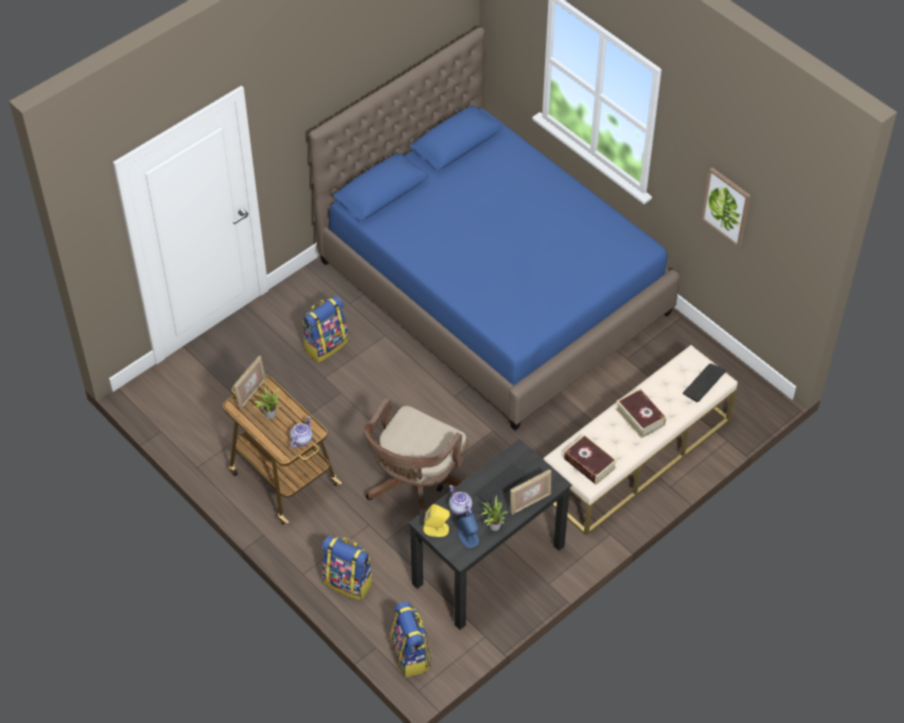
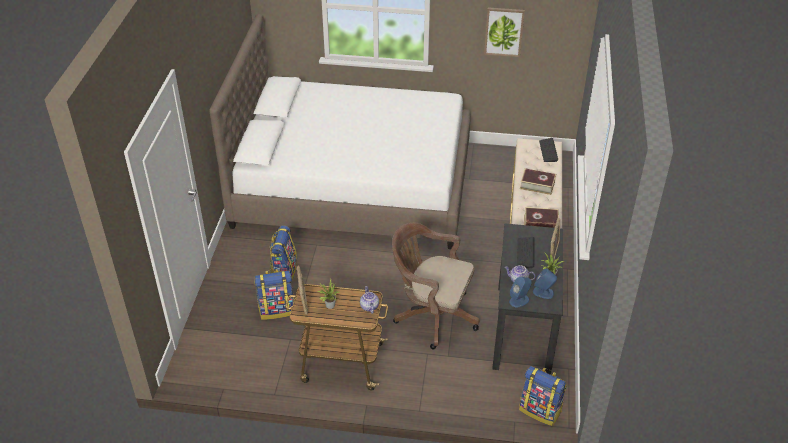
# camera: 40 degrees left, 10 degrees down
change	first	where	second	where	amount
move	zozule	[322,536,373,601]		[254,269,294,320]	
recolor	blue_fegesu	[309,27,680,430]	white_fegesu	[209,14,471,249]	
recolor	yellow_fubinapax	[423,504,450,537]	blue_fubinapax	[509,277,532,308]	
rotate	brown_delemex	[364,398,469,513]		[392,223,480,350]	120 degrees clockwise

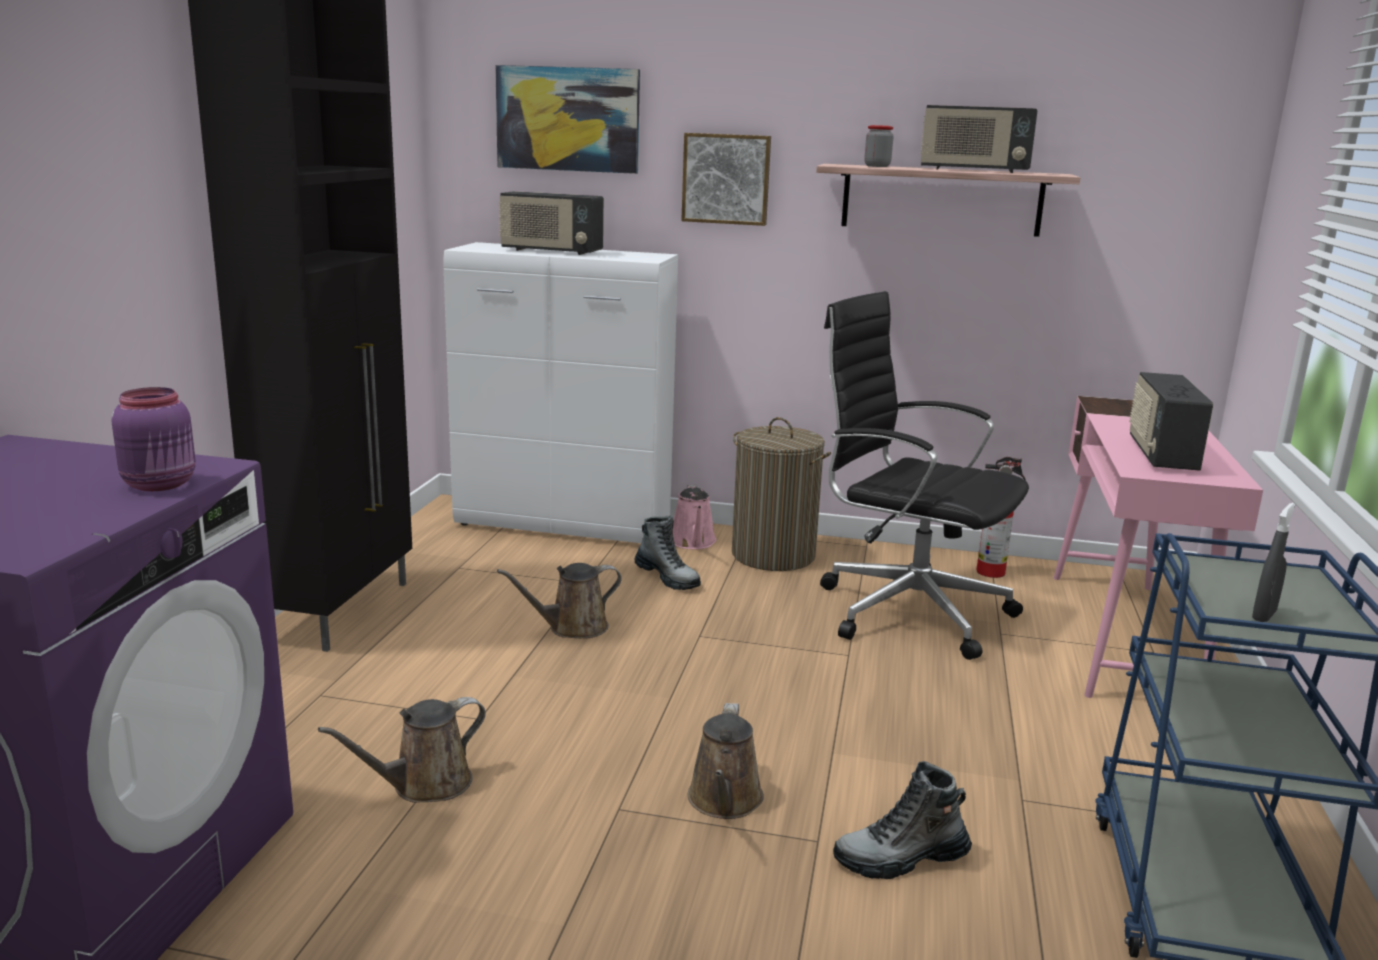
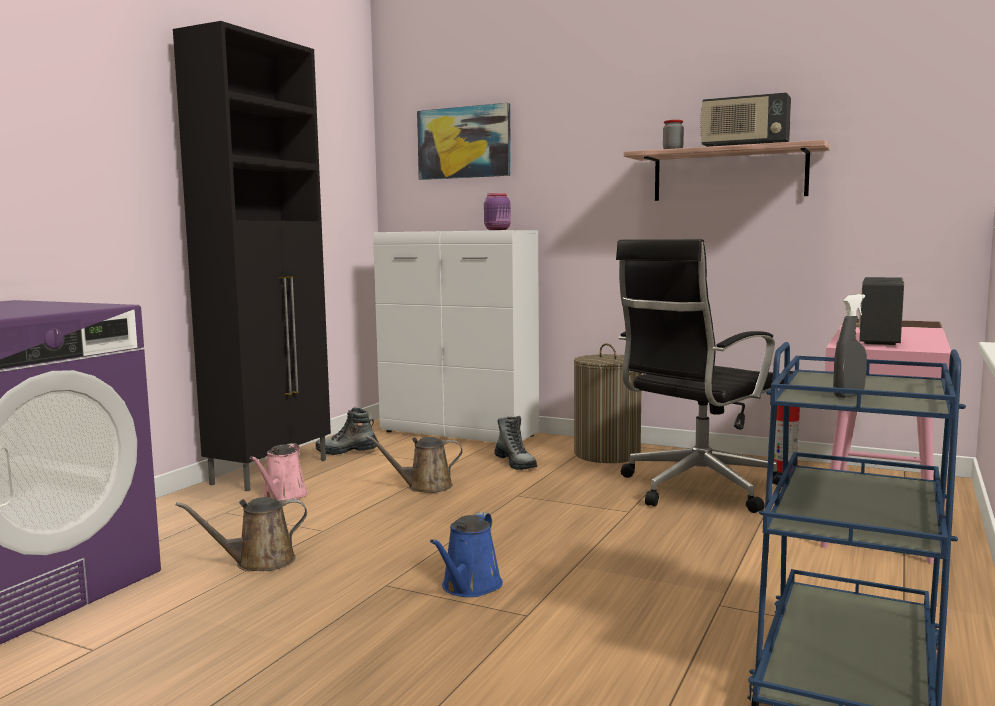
# camera: 15 degrees right, 10 degrees down
change	first	where	second	where	amount
delete	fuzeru	[499,191,604,255]			
delete	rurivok	[681,133,771,226]			
move	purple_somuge	[112,387,196,491]		[484,193,511,230]	
move	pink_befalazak	[673,485,716,549]		[250,443,308,501]	
move	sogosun	[833,761,972,879]		[316,407,378,455]	
recolor	brown_befalazak	[688,703,764,819]	blue_befalazak	[430,512,503,597]	
rotate	black_delemex	[820,291,1029,660]		[616,239,784,513]	90 degrees counterclockwise

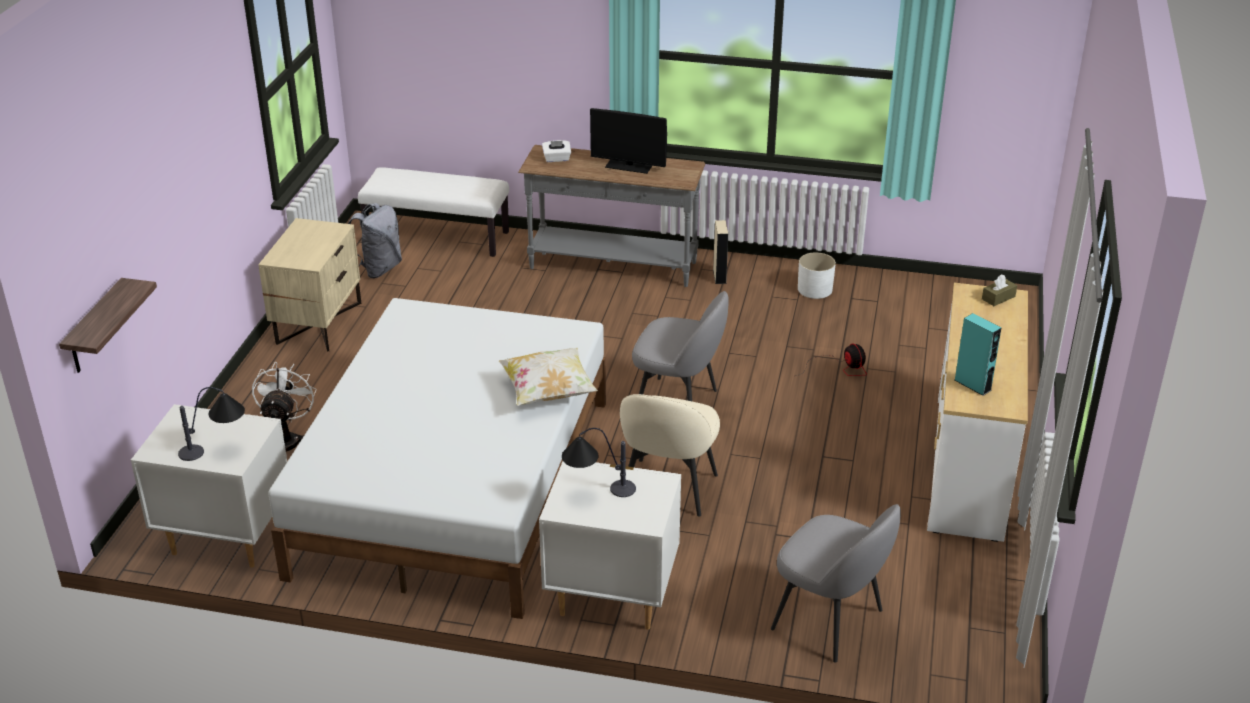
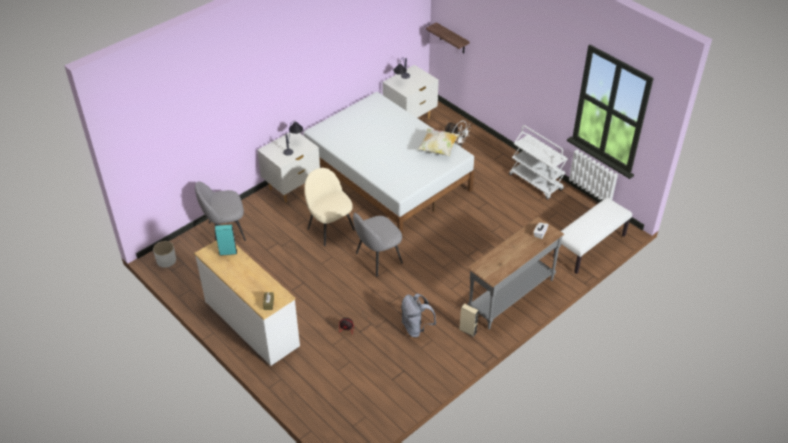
# camera: 125 degrees right, 10 degrees up
change	first	where	second	where	amount
delete	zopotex	[590,108,667,174]			
move	grey_zozule	[348,203,402,278]		[401,293,436,337]	
move	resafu	[499,348,598,406]		[418,128,460,156]	
move	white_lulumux	[798,252,836,299]		[153,241,176,268]	
replace	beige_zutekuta	[258,218,361,351]	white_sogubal	[509,125,568,200]	

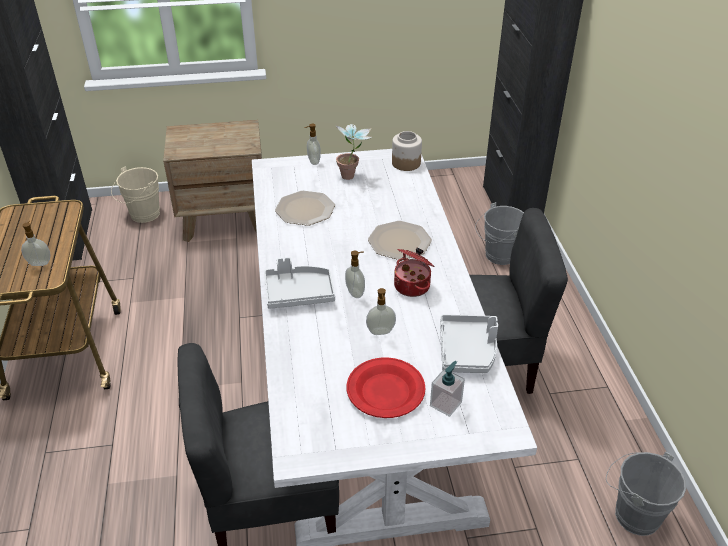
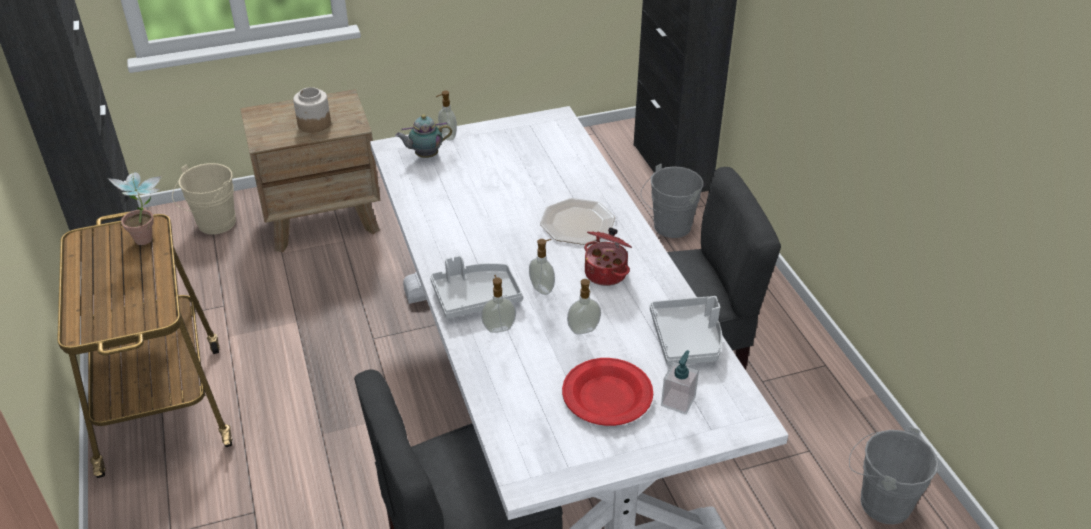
# camera: 10 degrees left, 0 degrees up
change	first	where	second	where	amount
delete	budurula	[275,191,335,226]			
insert			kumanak	[395,115,452,158]	
move	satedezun	[21,221,51,266]		[481,275,516,333]	
move	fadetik	[336,124,371,180]		[108,172,162,245]	
move	somuge	[392,131,422,171]		[293,87,331,133]	

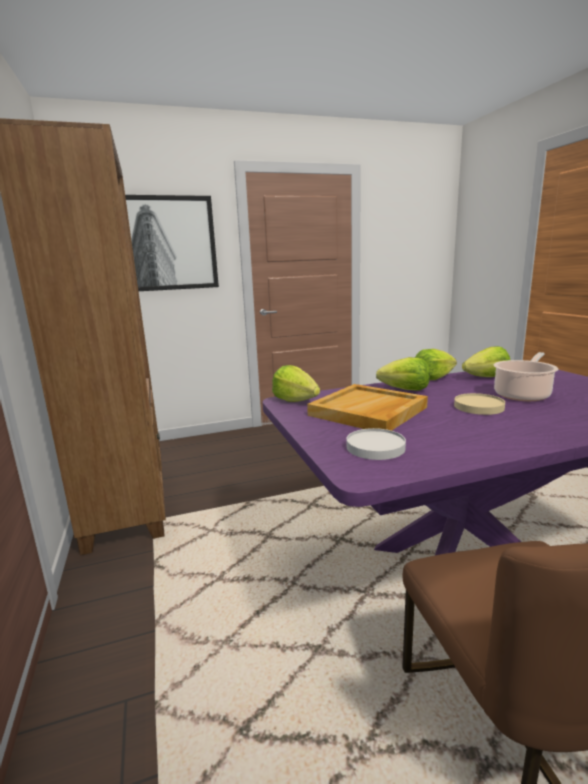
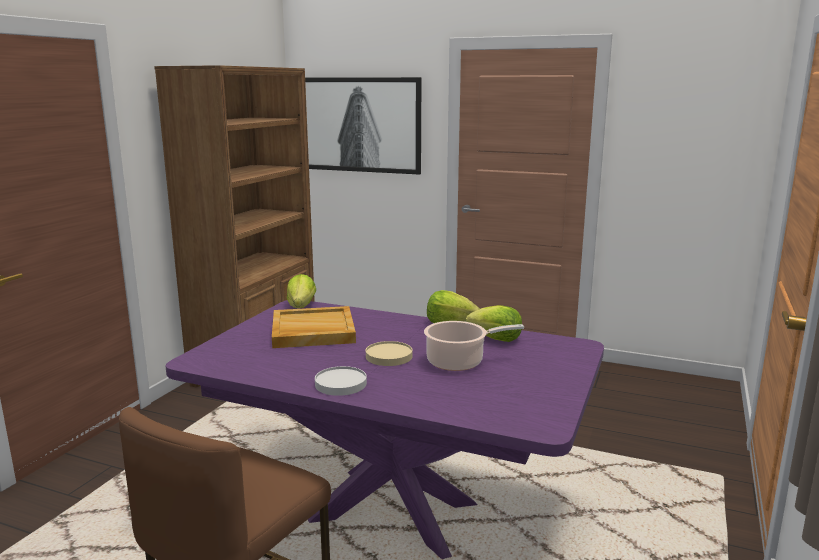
# camera: 40 degrees right, 0 degrees up
change	first	where	second	where	amount
delete	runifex	[376,357,430,391]			
move	white_budurula	[347,428,406,460]		[315,366,367,396]	

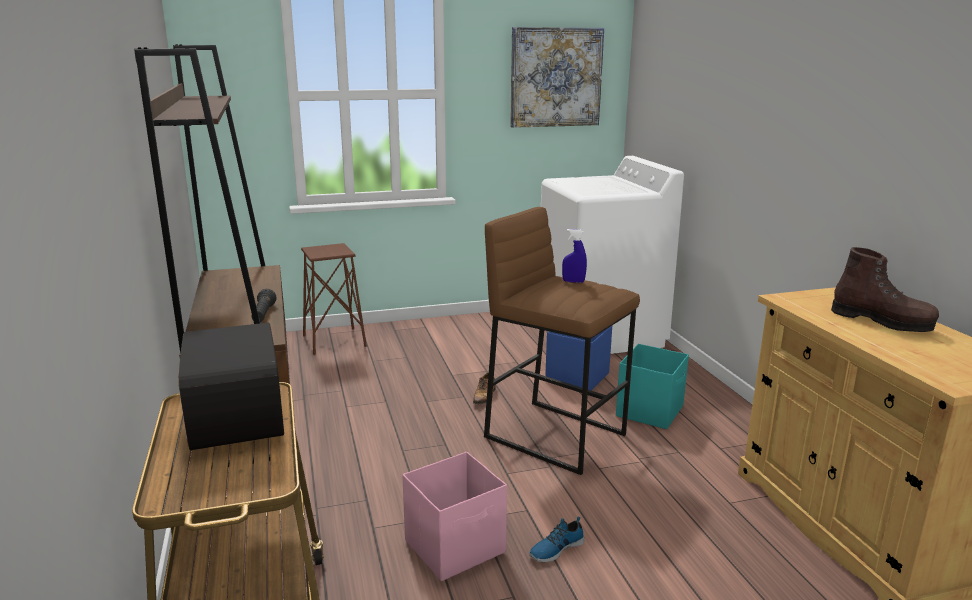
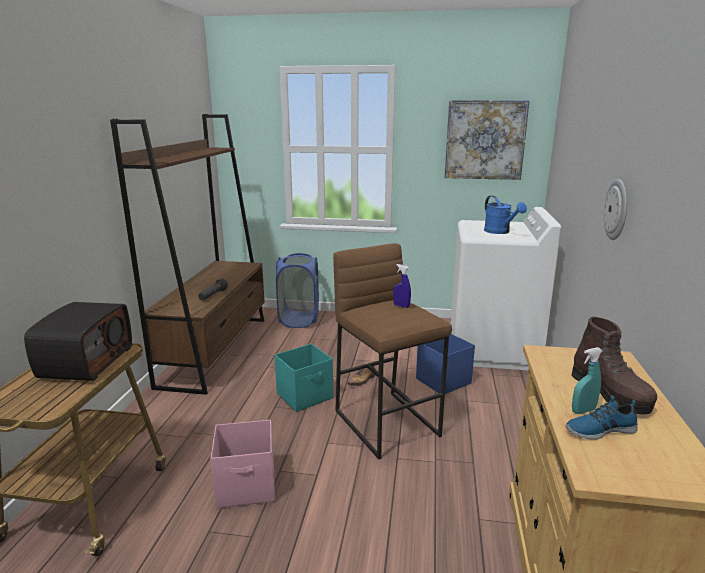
# camera: 25 degrees right, 0 degrees up
change	first	where	second	where	amount
insert			blue_befalazak	[484,196,527,234]	
insert			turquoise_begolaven	[572,347,603,414]	
insert			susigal	[604,179,627,240]	
move	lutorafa	[529,516,584,562]		[565,395,638,439]	
move	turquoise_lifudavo	[616,344,689,429]		[275,344,333,412]	
replace	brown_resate	[301,243,367,355]	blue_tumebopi	[276,253,319,328]	

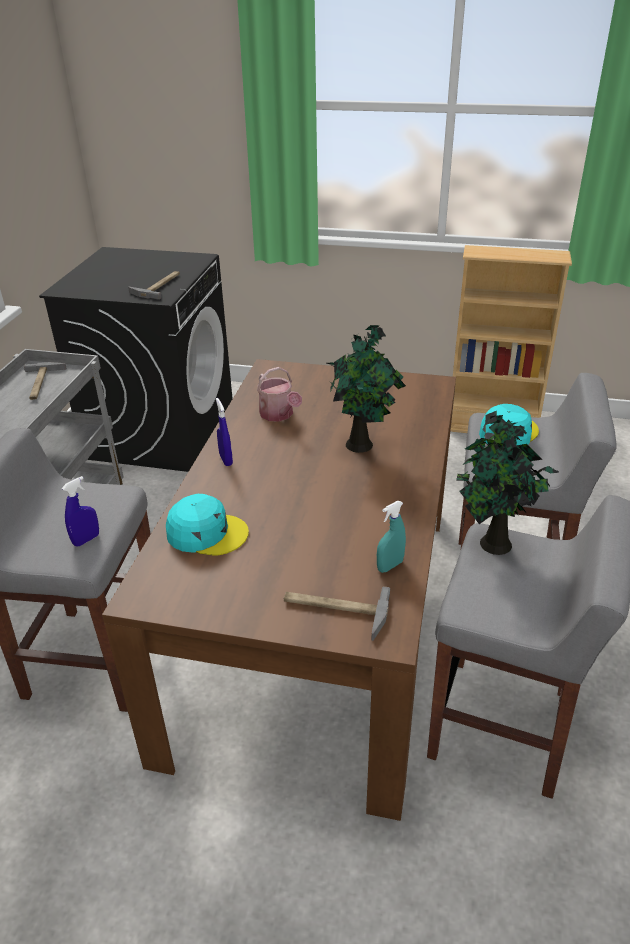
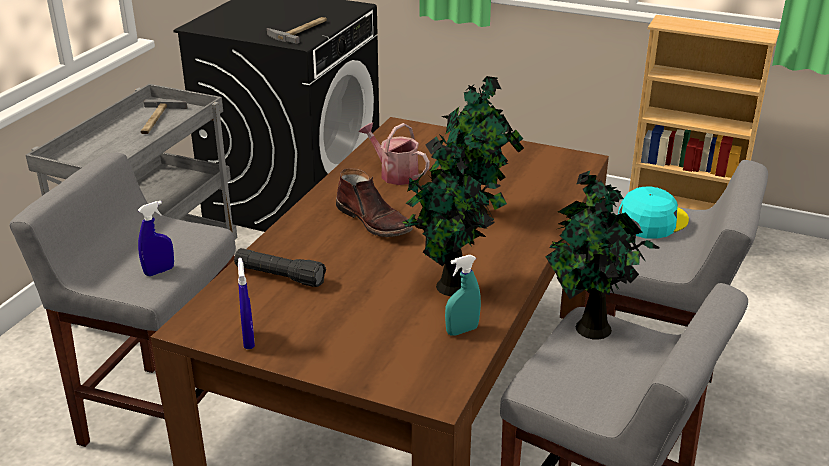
# camera: 10 degrees right, 5 degrees down
change	first	where	second	where	amount
delete	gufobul	[284,586,390,641]			
insert			brown_sogosun	[336,168,413,237]	
insert			fadetik	[402,137,507,296]	
move	blue_begolaven	[216,398,233,466]		[238,258,255,349]	
replace	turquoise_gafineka	[166,494,249,555]	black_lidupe	[234,248,326,287]	
rotate	befalazak	[257,367,302,422]		[359,123,430,185]	150 degrees clockwise

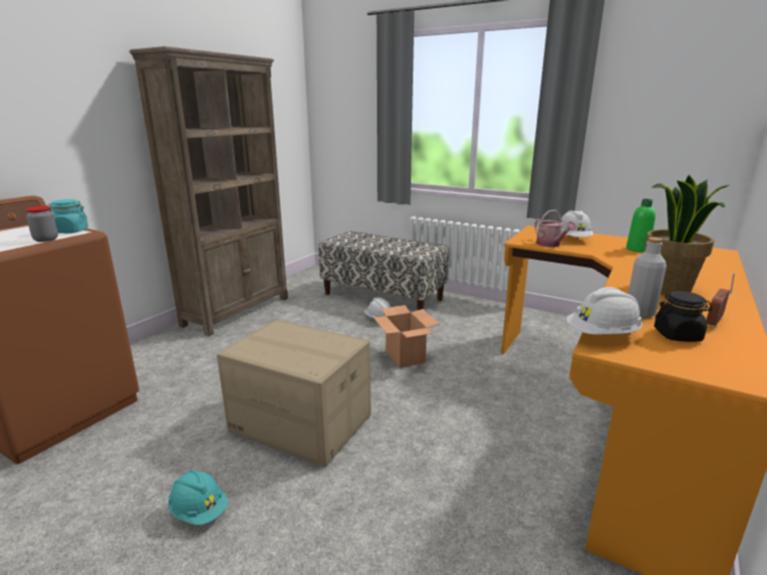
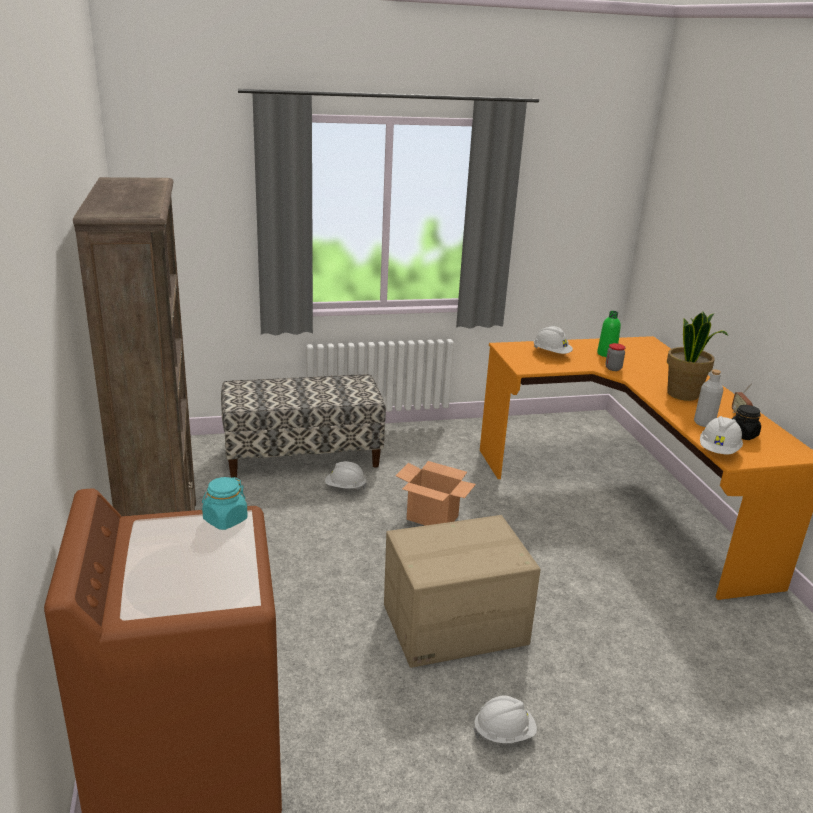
# camera: 45 degrees left, 5 degrees up
change	first	where	second	where	amount
delete	befalazak	[534,210,576,247]			
move	somuge	[25,206,58,242]		[605,343,626,371]	
recolor	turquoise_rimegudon	[168,470,228,525]	white_rimegudon	[473,696,537,743]	

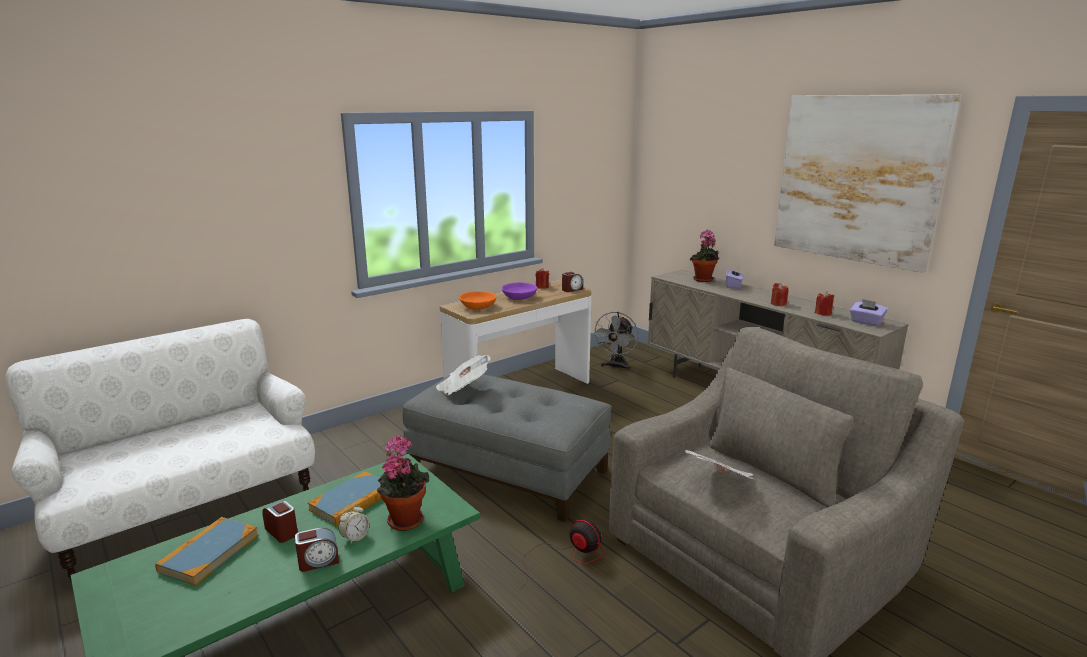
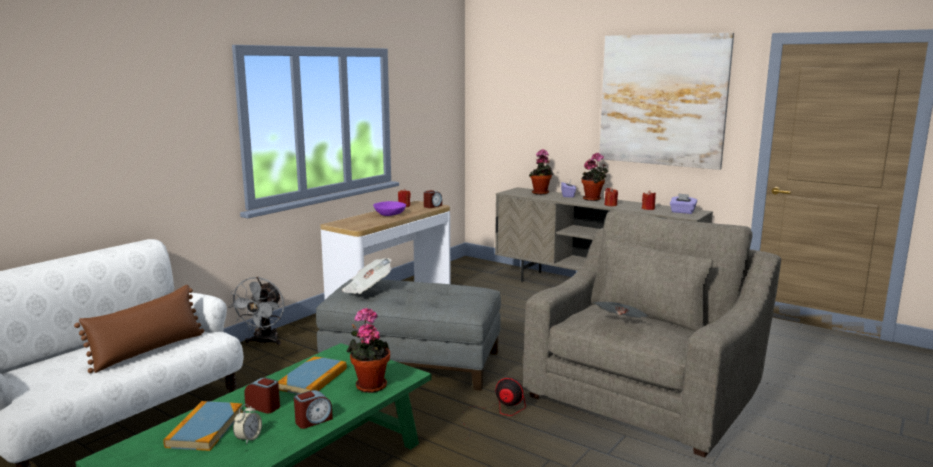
# camera: 15 degrees left, 5 degrees down
change	first	where	second	where	amount
delete	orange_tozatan	[459,291,497,310]			
insert			brown_resafu	[74,285,204,373]	
insert			fadetik	[581,153,609,201]	
move	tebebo	[339,504,370,544]		[233,404,262,444]	
move	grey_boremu	[592,312,638,371]		[229,277,284,345]	

